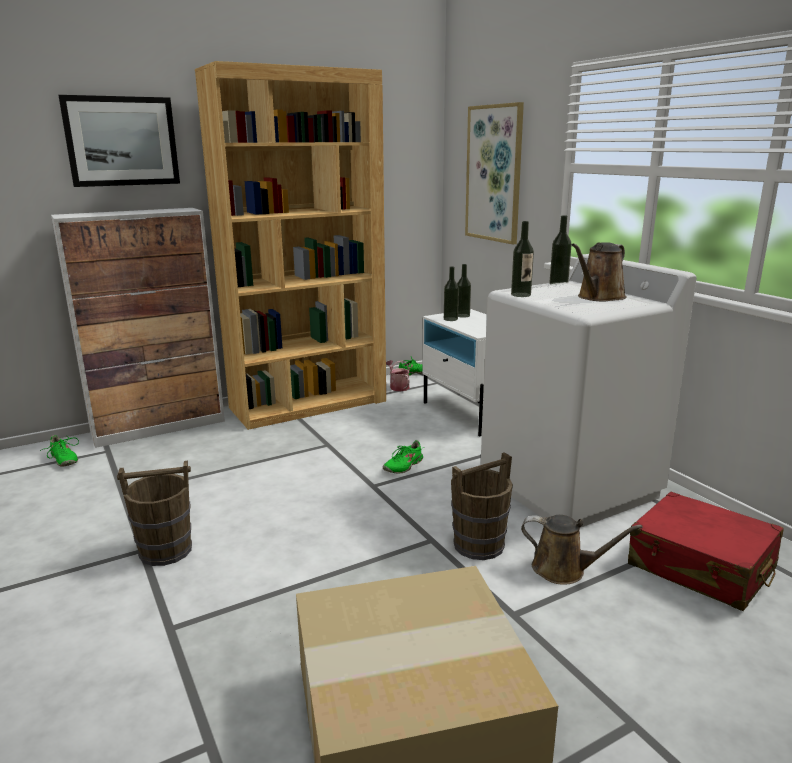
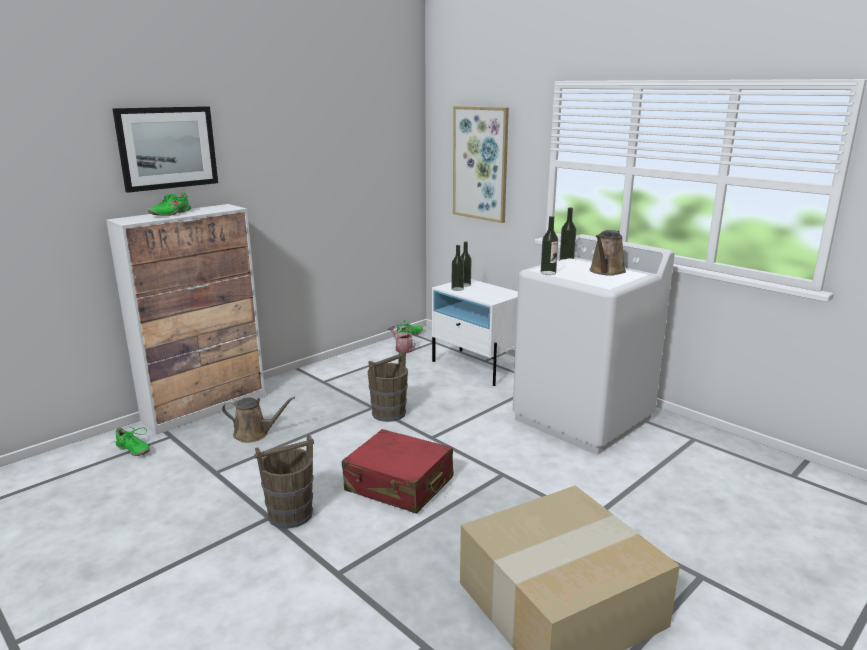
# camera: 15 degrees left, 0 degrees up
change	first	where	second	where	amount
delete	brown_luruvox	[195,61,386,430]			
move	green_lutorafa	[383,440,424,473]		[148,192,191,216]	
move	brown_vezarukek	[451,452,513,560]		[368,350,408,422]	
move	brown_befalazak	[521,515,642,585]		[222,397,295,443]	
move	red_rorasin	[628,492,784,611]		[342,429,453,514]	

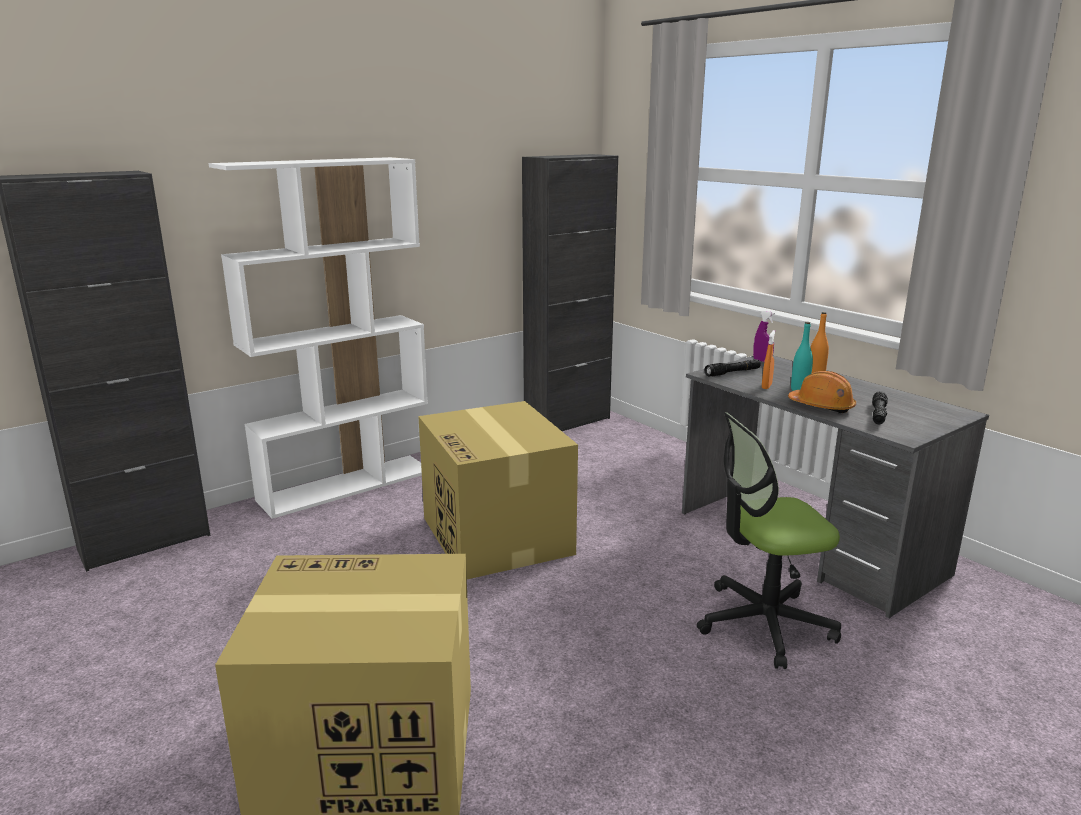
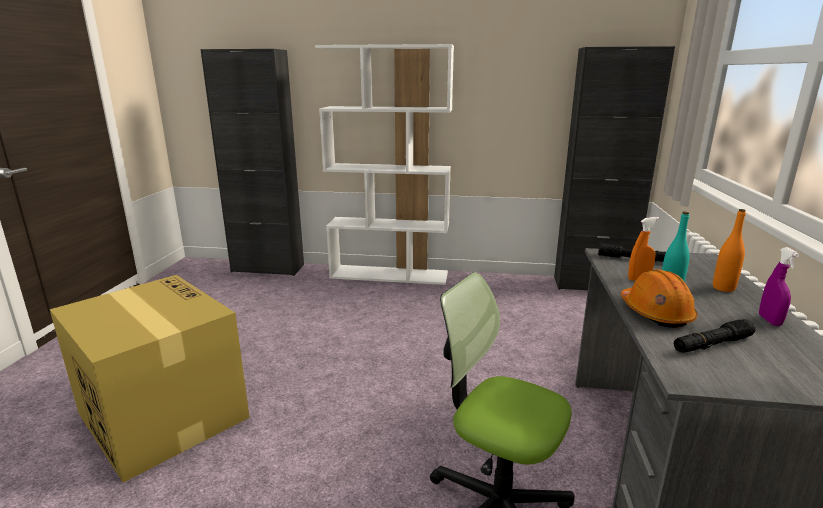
# camera: 45 degrees right, 0 degrees up
change	first	where	second	where	amount
delete	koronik	[418,401,578,579]			
move	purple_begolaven	[753,311,775,362]		[759,247,799,326]	

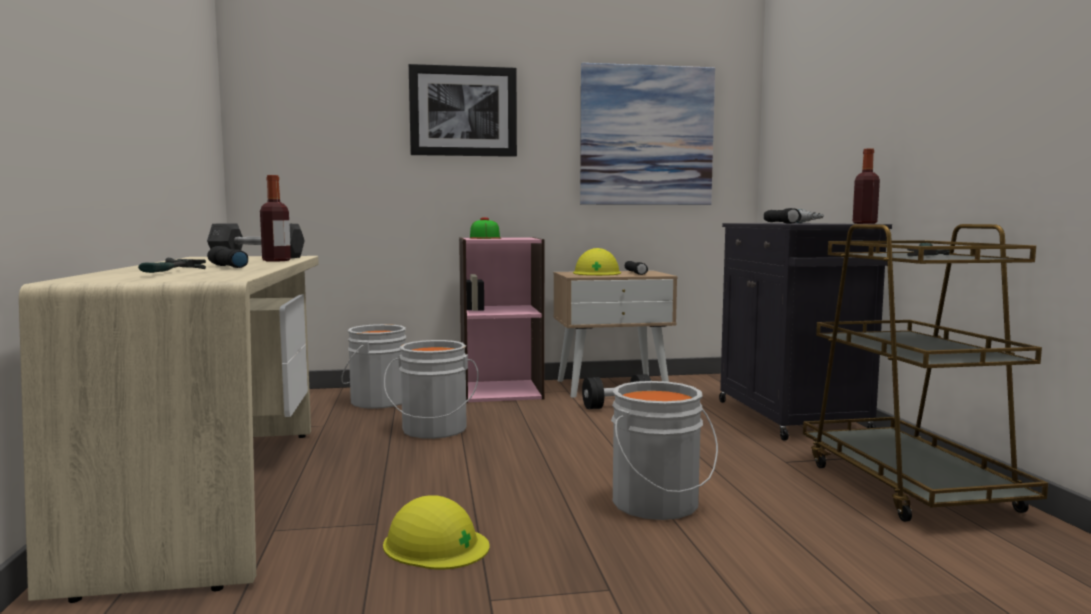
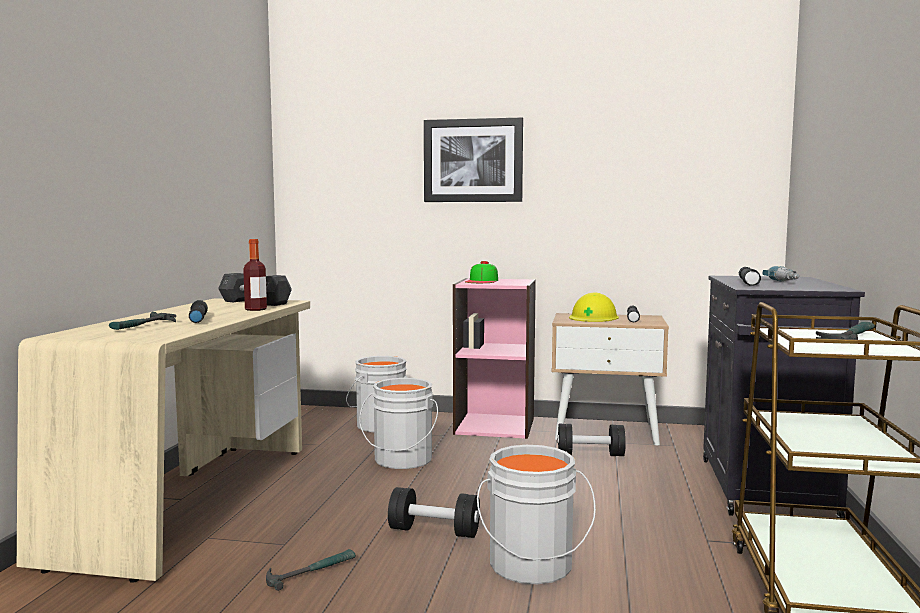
# camera: 20 degrees right, 0 degrees up
change	first	where	second	where	amount
delete	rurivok	[580,63,715,205]			
delete	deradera	[853,148,880,224]			
insert			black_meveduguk	[388,487,480,538]	
replace	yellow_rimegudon	[383,495,490,570]	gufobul	[266,549,356,591]	

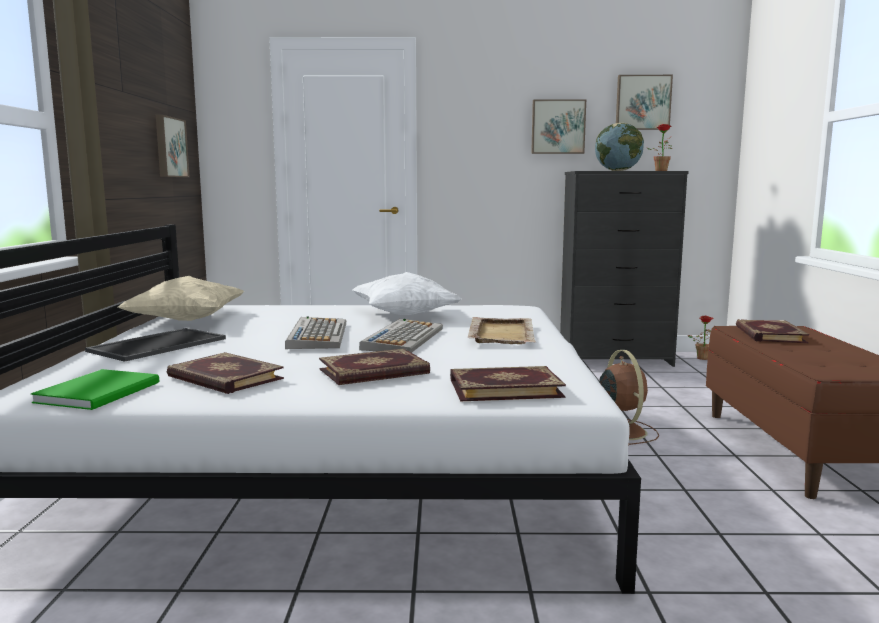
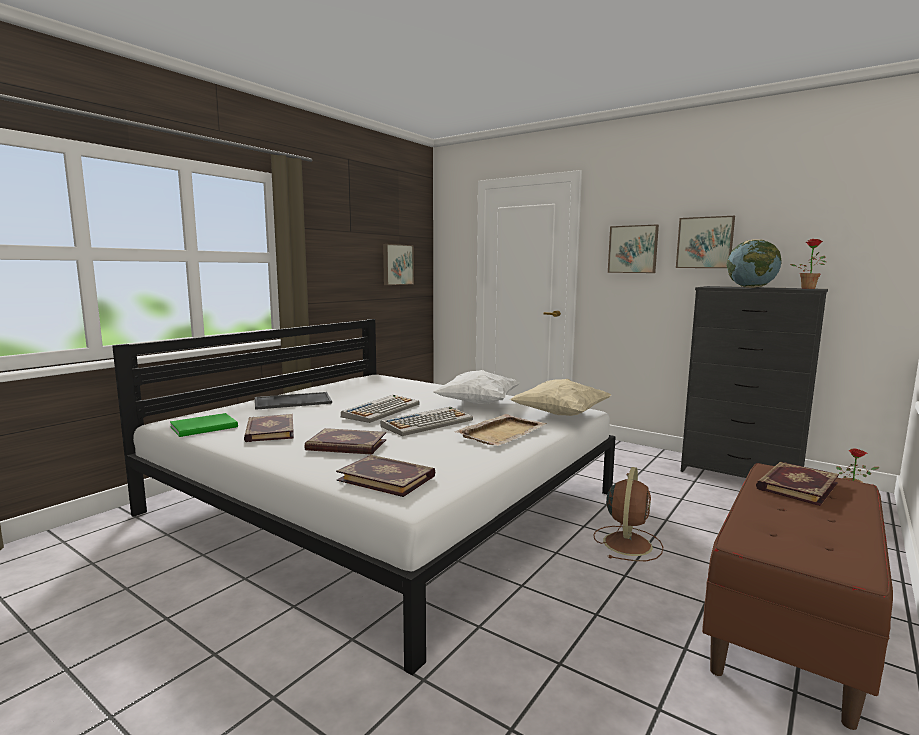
# camera: 35 degrees right, 0 degrees up
change	first	where	second	where	amount
move	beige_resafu	[118,276,244,321]		[510,379,611,416]	
move	rurivok	[616,75,673,130]		[608,225,659,273]	

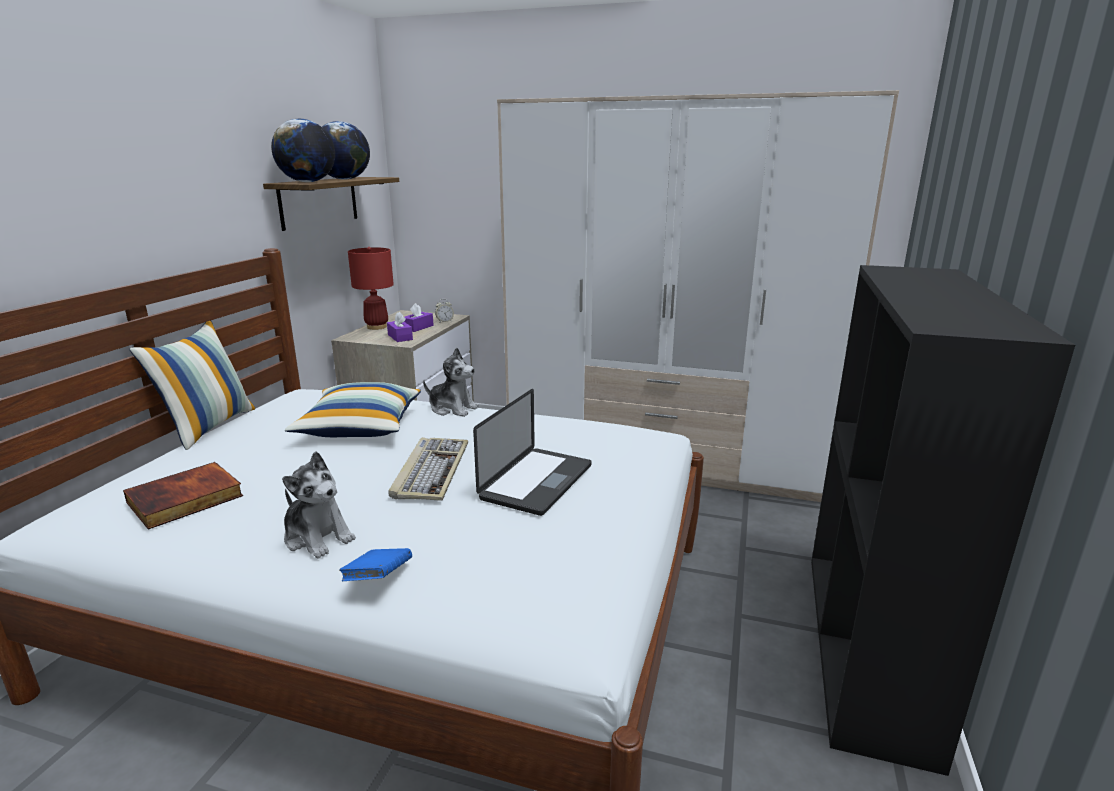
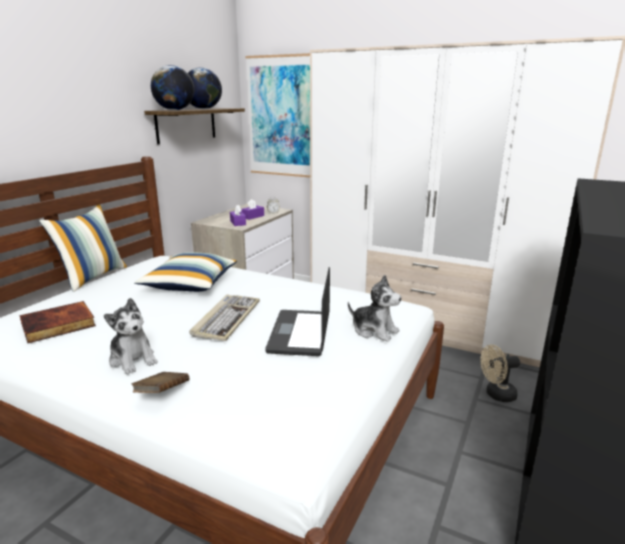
# camera: 10 degrees right, 0 degrees up
change	first	where	second	where	amount
delete	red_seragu	[348,247,394,330]			
insert			rurivok	[245,53,310,178]	
insert			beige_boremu	[480,345,520,402]	
move	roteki	[423,347,479,417]		[348,275,402,342]	
recolor	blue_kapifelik	[339,548,412,581]	brown_kapifelik	[132,372,189,393]	
rotate	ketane	[473,389,592,516]		[265,267,330,356]	150 degrees clockwise

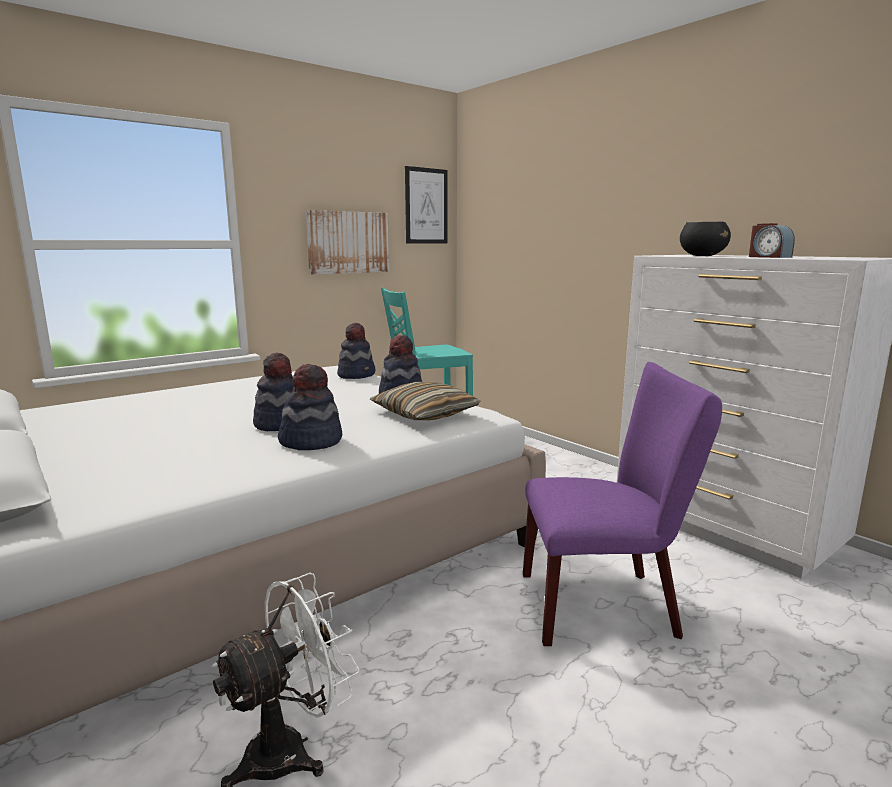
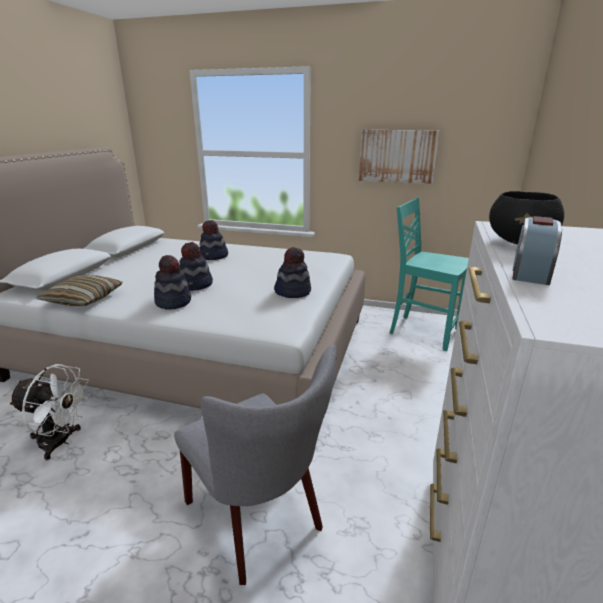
# camera: 55 degrees right, 10 degrees up
change	first	where	second	where	amount
delete	rurivok	[405,166,447,243]			
move	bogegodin	[337,323,375,379]		[200,220,228,260]	
move	resafu	[370,382,481,420]		[37,275,123,306]	
recolor	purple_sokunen	[523,362,722,646]	grey_sokunen	[174,344,337,585]	

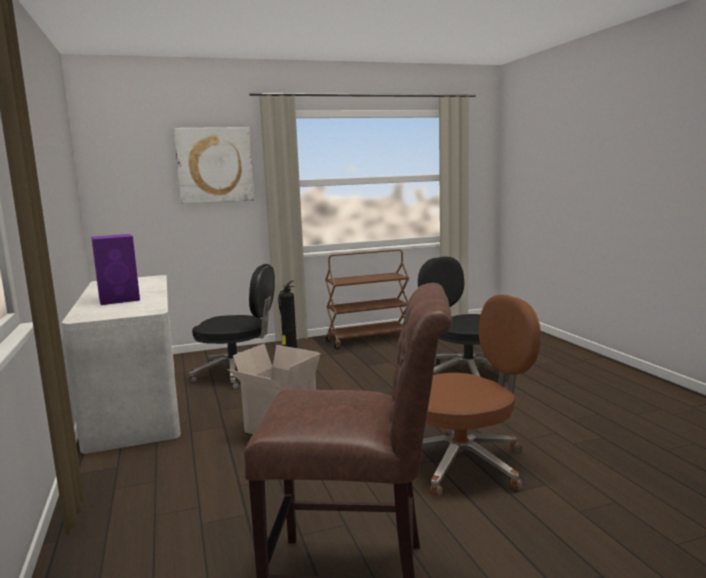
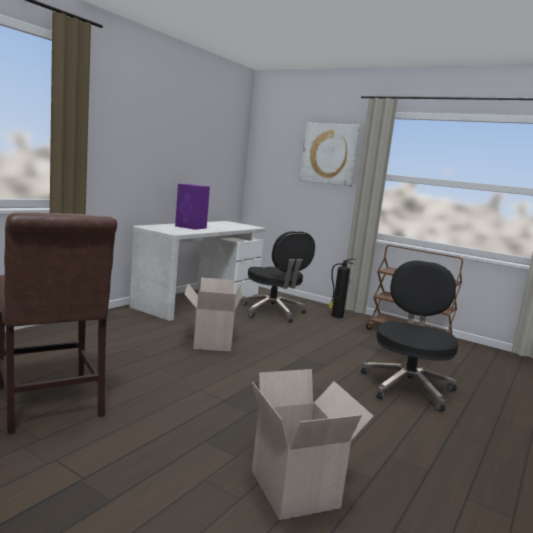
# camera: 50 degrees right, 0 degrees up
change	first	where	second	where	amount
delete	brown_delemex	[422,295,541,497]			
insert			koronik	[252,369,374,520]	

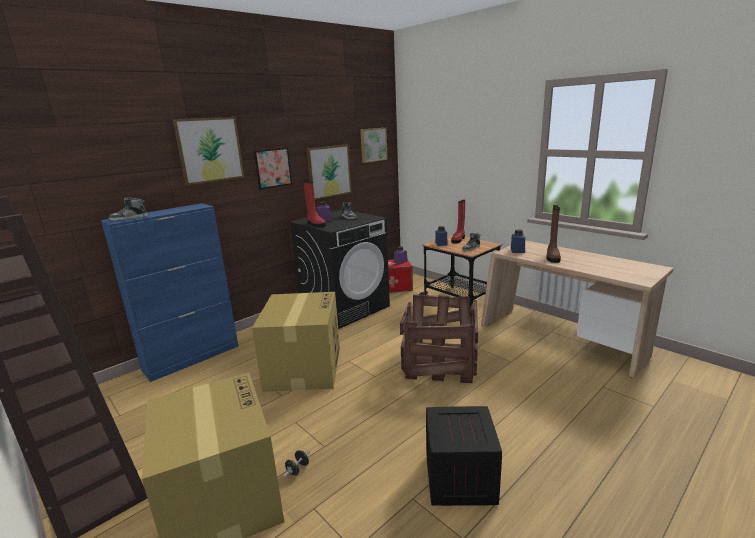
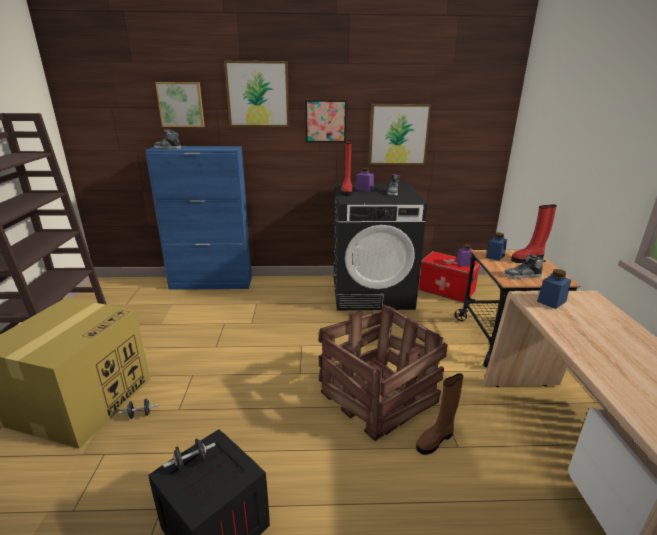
# camera: 40 degrees right, 5 degrees up
change	first	where	second	where	amount
delete	koronik	[252,292,340,392]			
insert			black_meveduguk	[163,438,216,471]	
move	rurivok	[360,128,388,163]		[155,82,205,127]	
move	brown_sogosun	[546,205,561,263]		[416,373,463,455]	

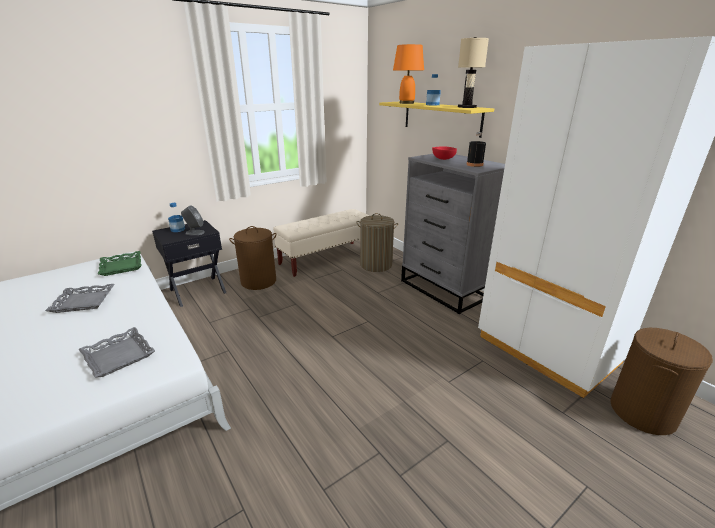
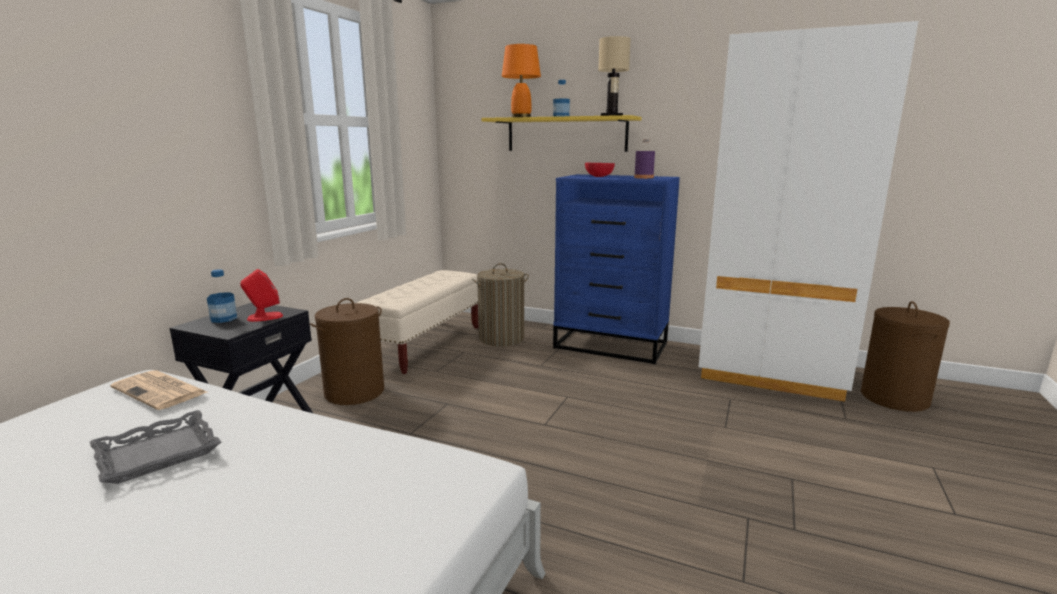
# camera: 30 degrees left, 10 degrees down
change	first	where	second	where	amount
delete	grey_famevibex	[79,327,155,378]			
replace	green_famevibex	[98,251,142,276]	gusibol	[111,370,207,410]	
recolor	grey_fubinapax	[181,206,205,235]	red_fubinapax	[240,269,283,322]	
recolor	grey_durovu	[401,154,505,314]	blue_durovu	[553,174,680,364]	
recolor	black_deradera	[467,132,486,167]	purple_deradera	[634,139,655,179]	

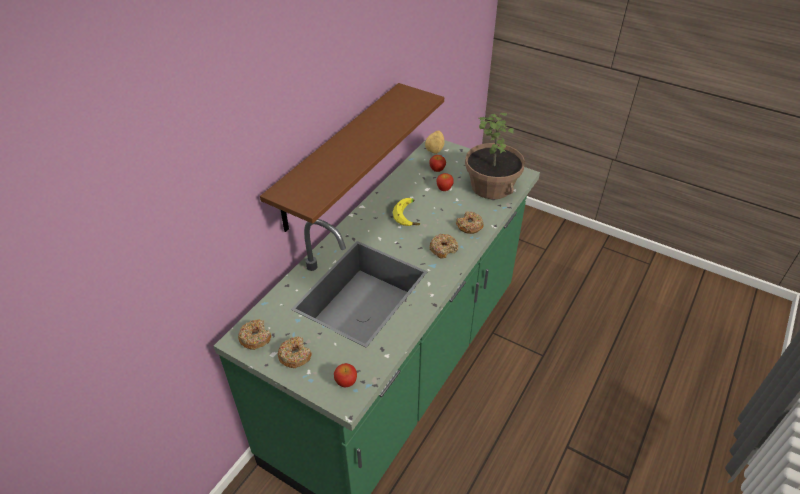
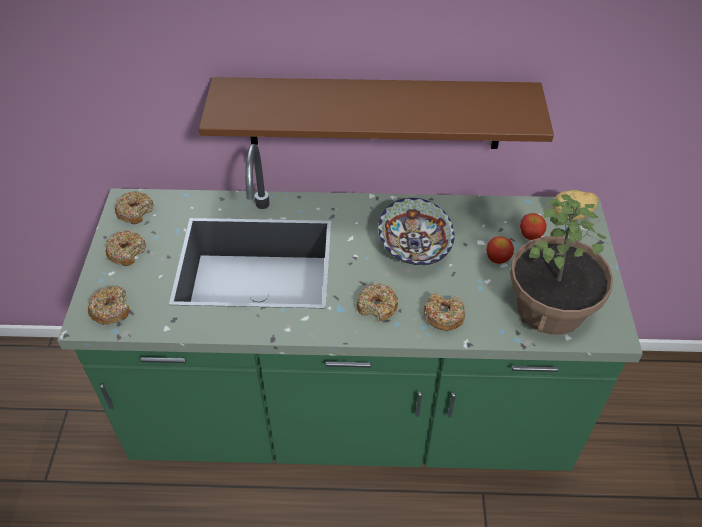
# camera: 60 degrees right, 5 degrees up
change	first	where	second	where	amount
replace	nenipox	[334,363,357,388]	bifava	[88,286,130,325]	
replace	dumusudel	[393,198,420,226]	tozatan	[378,198,455,265]	

